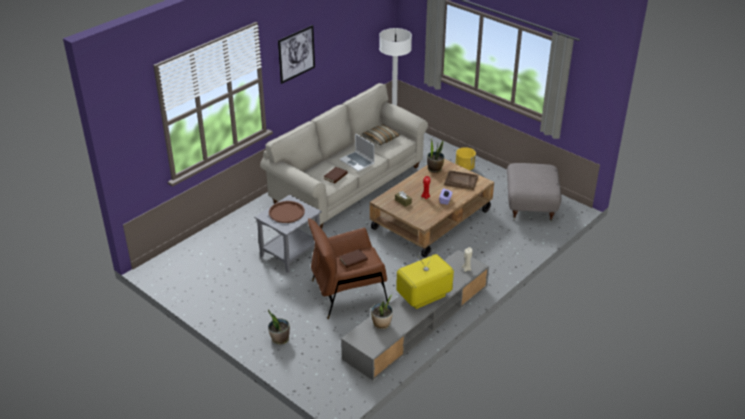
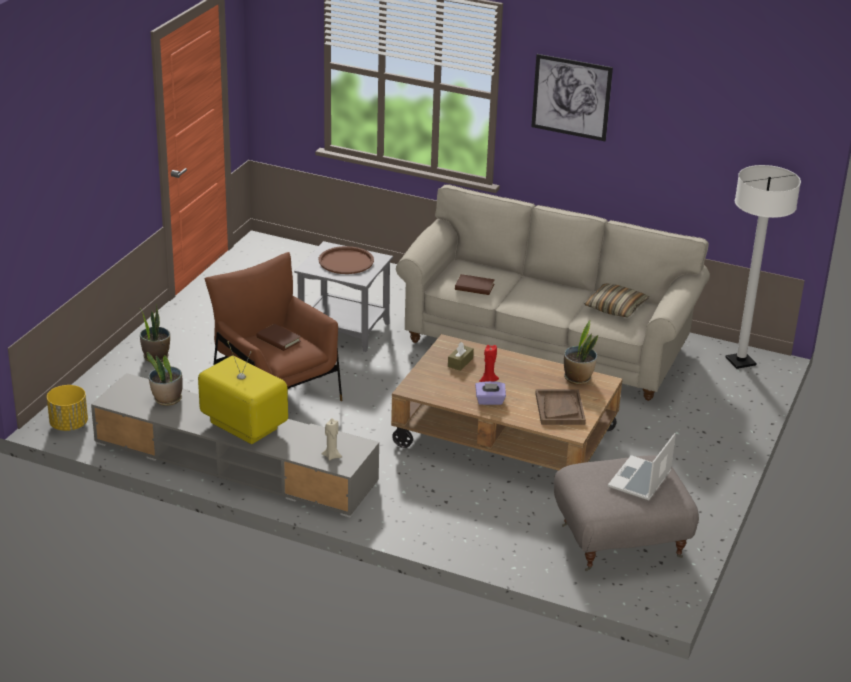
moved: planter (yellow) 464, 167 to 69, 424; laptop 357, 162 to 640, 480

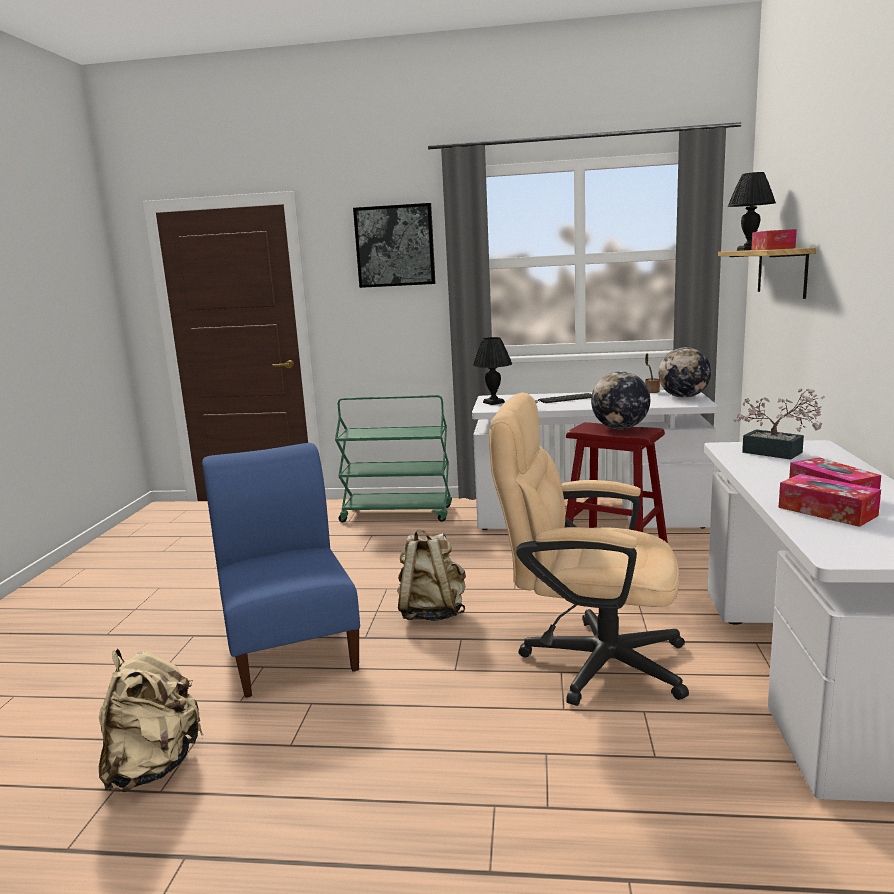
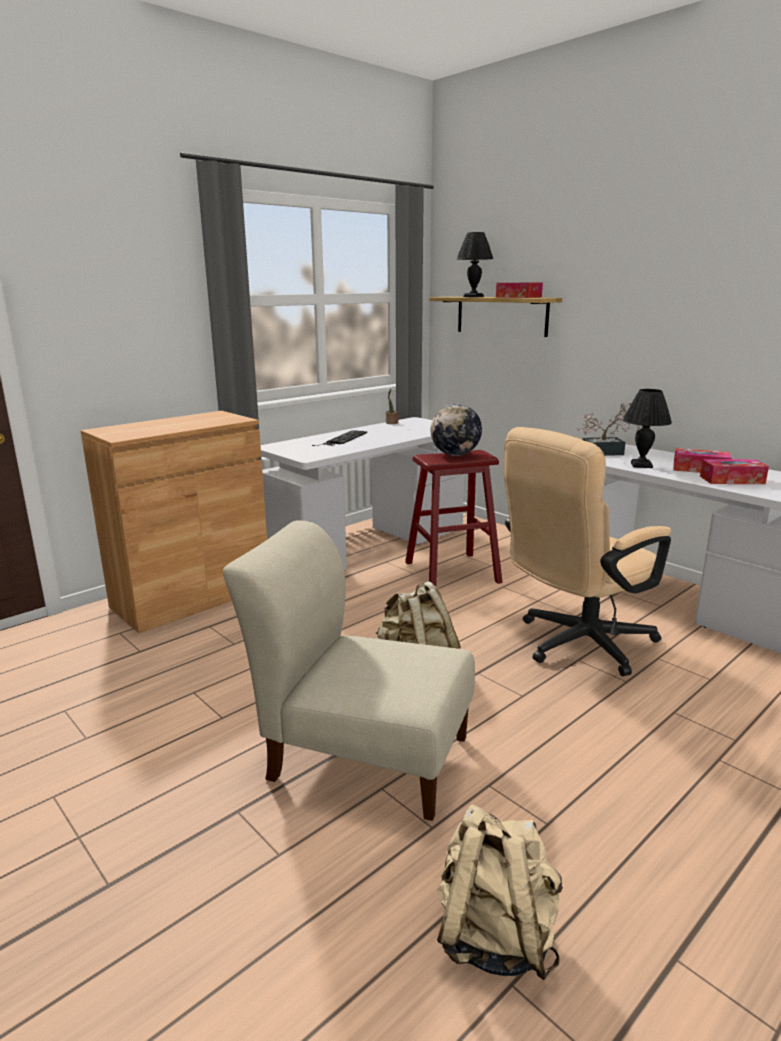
removed: picture 395, 246; globe 683, 397
moved: table lamp (black) 493, 403 to 642, 465
replaced: cart (green) 398, 514 to cabinet (brown) 192, 597
recoloured: chair (blue) 291, 644 to chair (beige) 361, 755

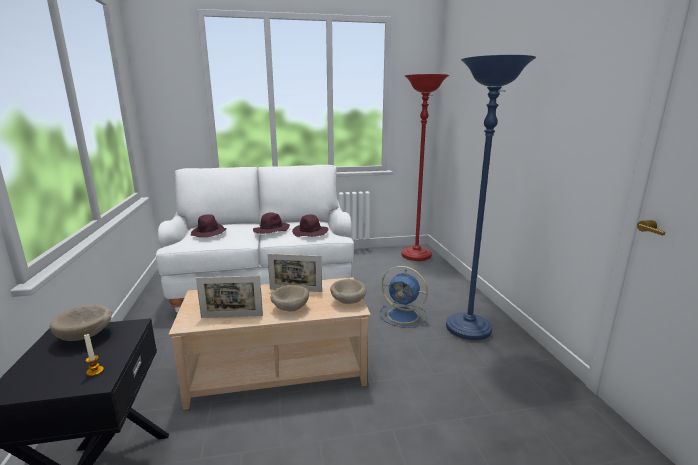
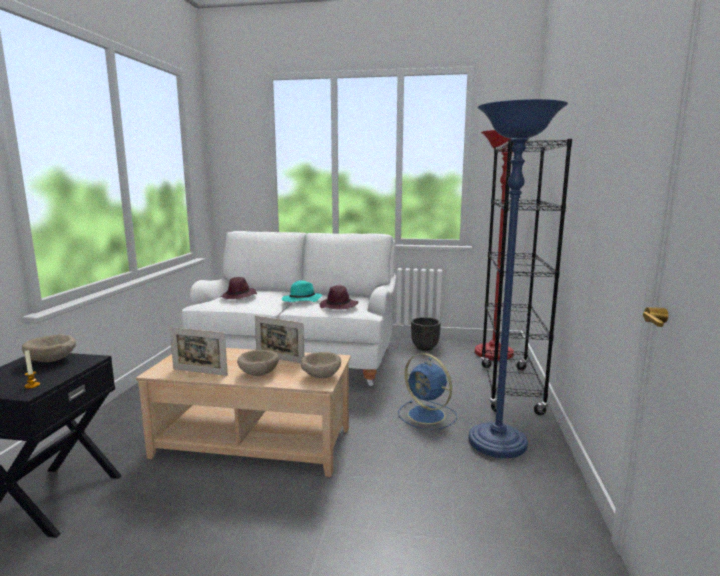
added: planter (black) 425, 348; bookcase (black) 510, 389
recoloured: hat (purple) 271, 231 to hat (turquoise) 301, 300

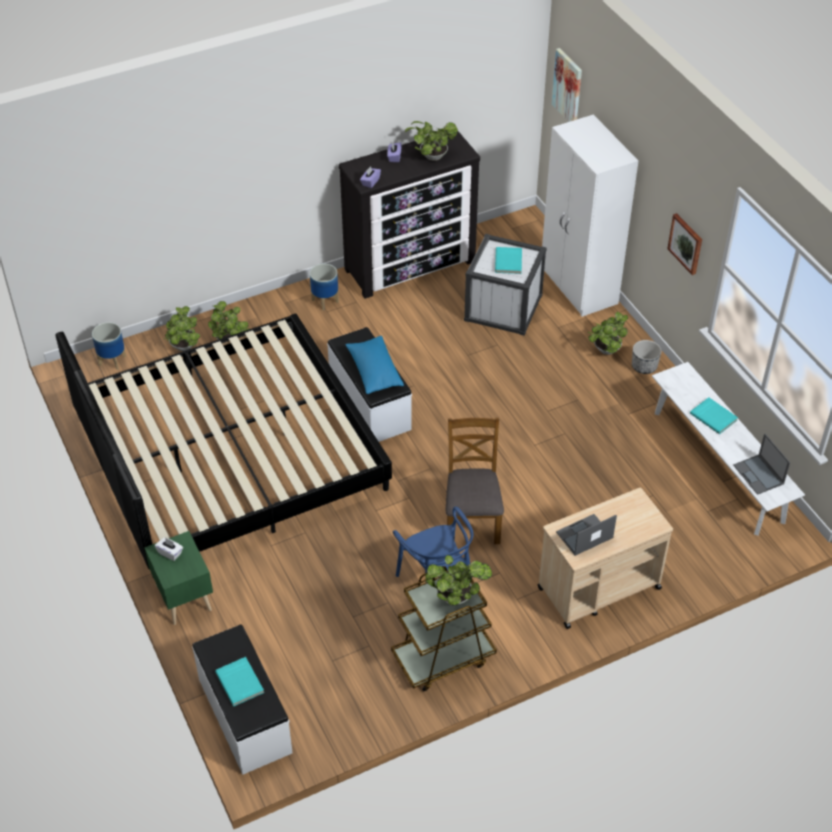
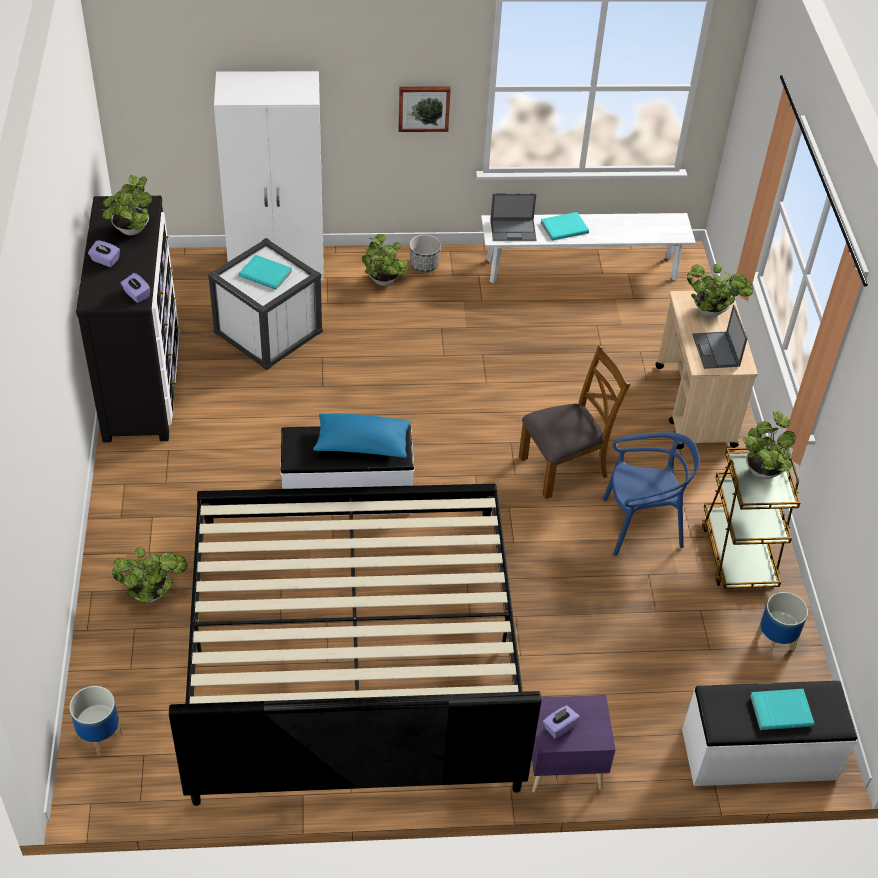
removed: picture 568, 87
moved: laptop 759, 475 to 513, 230; potted plant 183, 348 to 712, 312; planter 324, 301 to 775, 642
recoloured: nightstand (green) 184, 597 to nightstand (purple) 562, 766; tissue box (white) 170, 553 to tissue box (purple) 559, 727
turned: chair (brown) 471, 519 = 564, 467 135 degrees clockwise

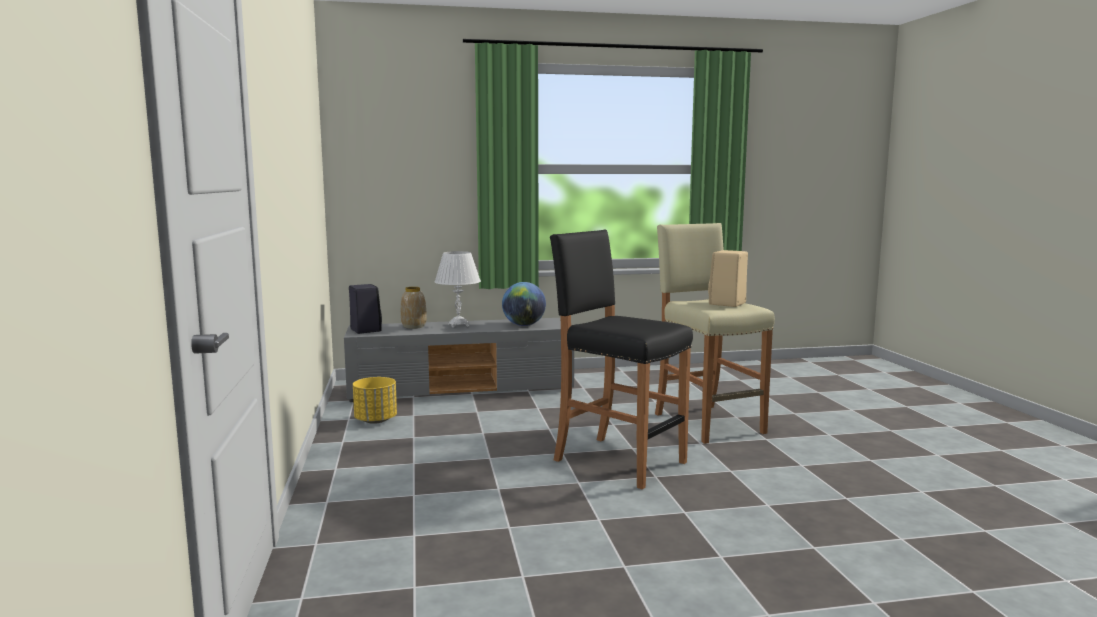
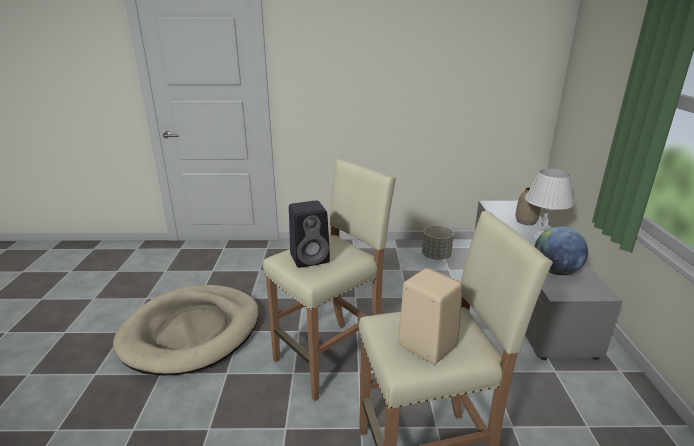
added: dog bed (beige) 192, 332
moved: speaker (black) 365, 330 to 311, 258
recoloured: stool (black) 618, 461 to stool (beige) 331, 357; planter (yellow) 376, 420 to planter (grey) 436, 256

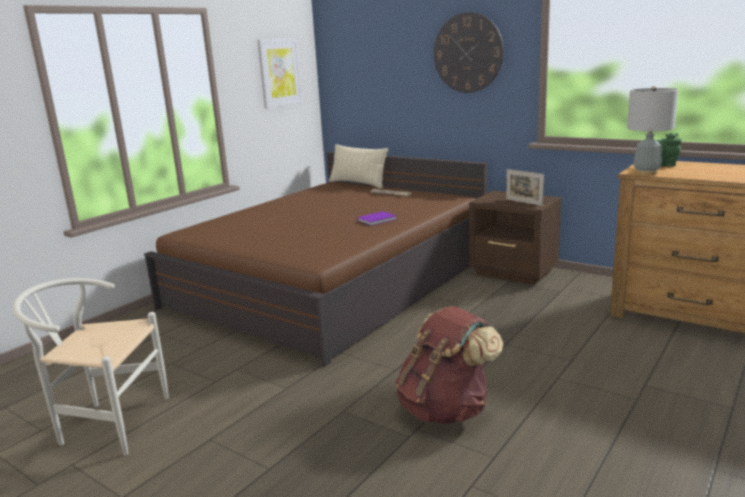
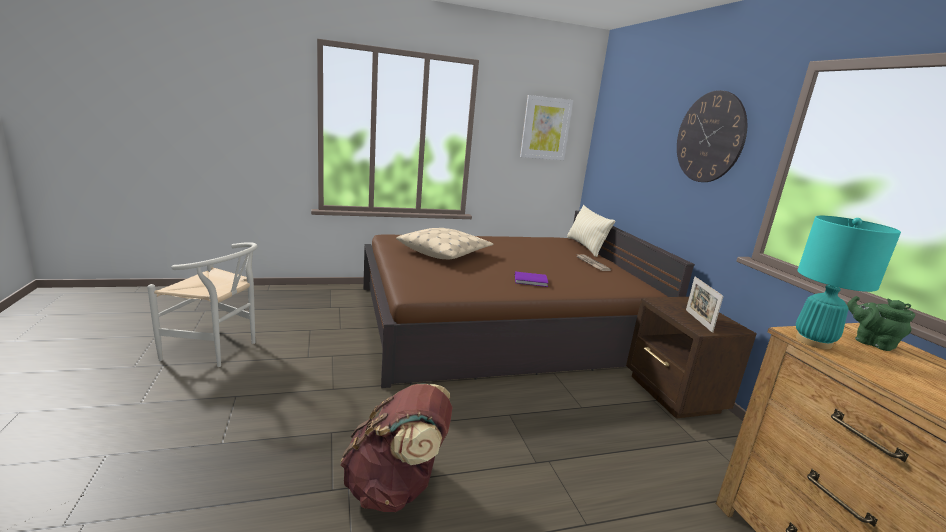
added: pillow (beige) 444, 252
recoloured: table lamp (grey) 646, 173 to table lamp (turquoise) 813, 341
turned: chair (white) 106, 423 = 218, 349 150 degrees clockwise

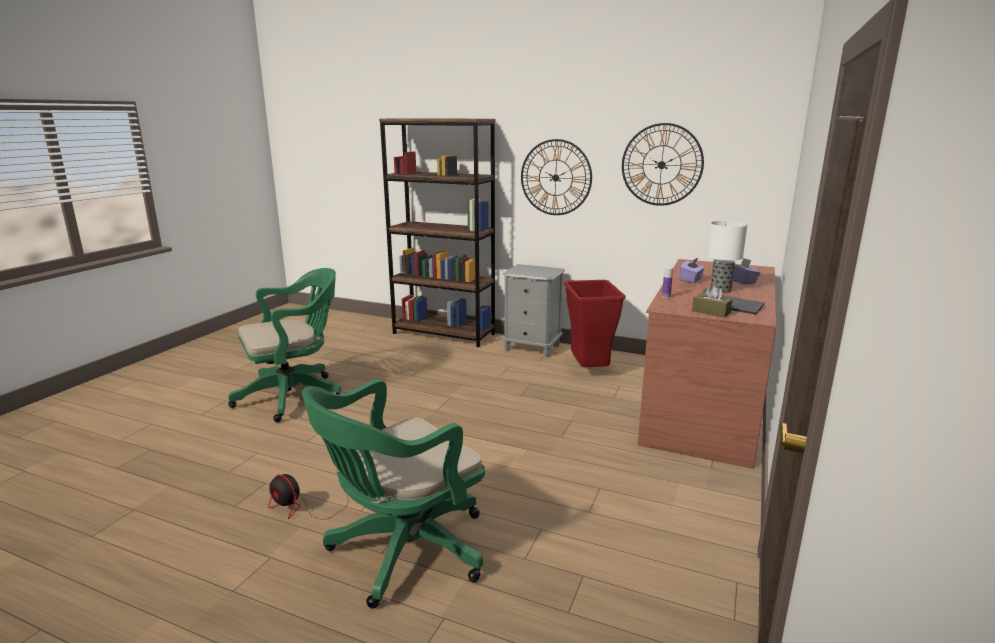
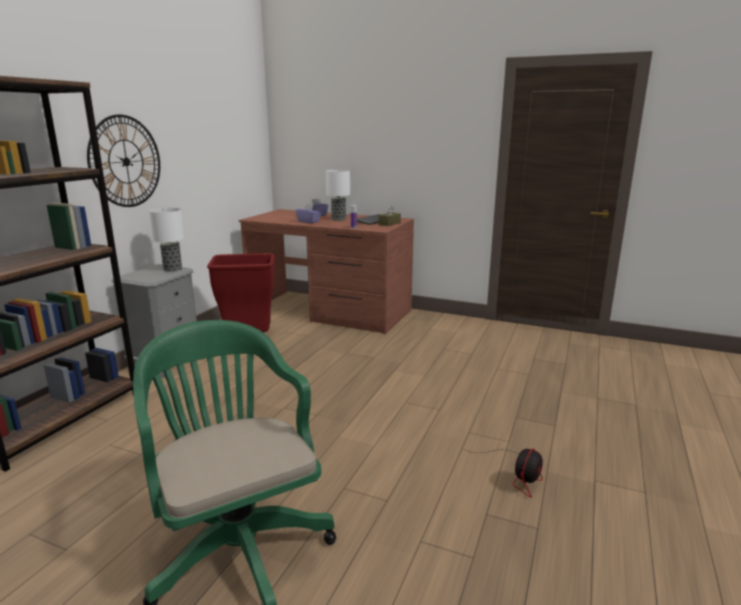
removed: office chair (green) 402, 552; wall clock 661, 165
added: table lamp 173, 269

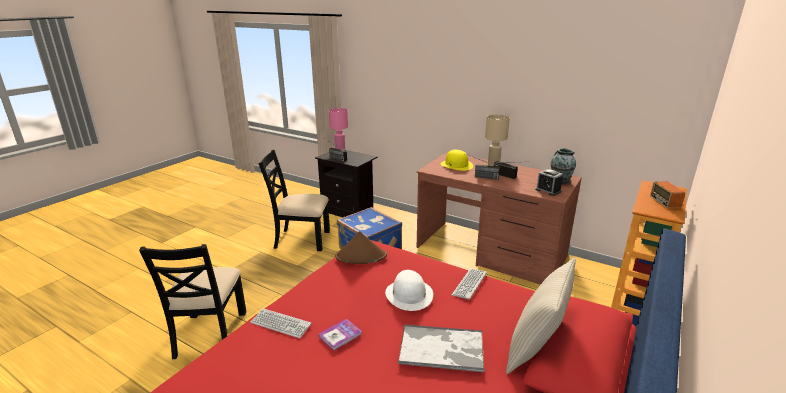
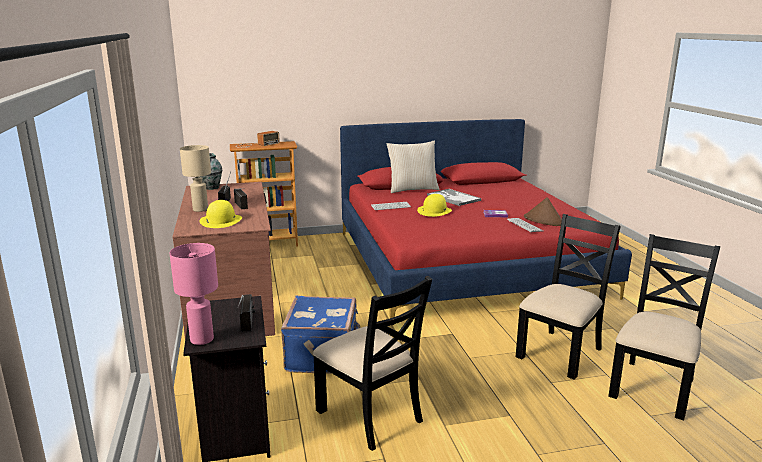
removed: alarm clock 548, 190
added: chair (black) 653, 387
moved: hat (brown) 361, 256 to 544, 220
recoloured: hat (white) 409, 294 to hat (yellow) 434, 211

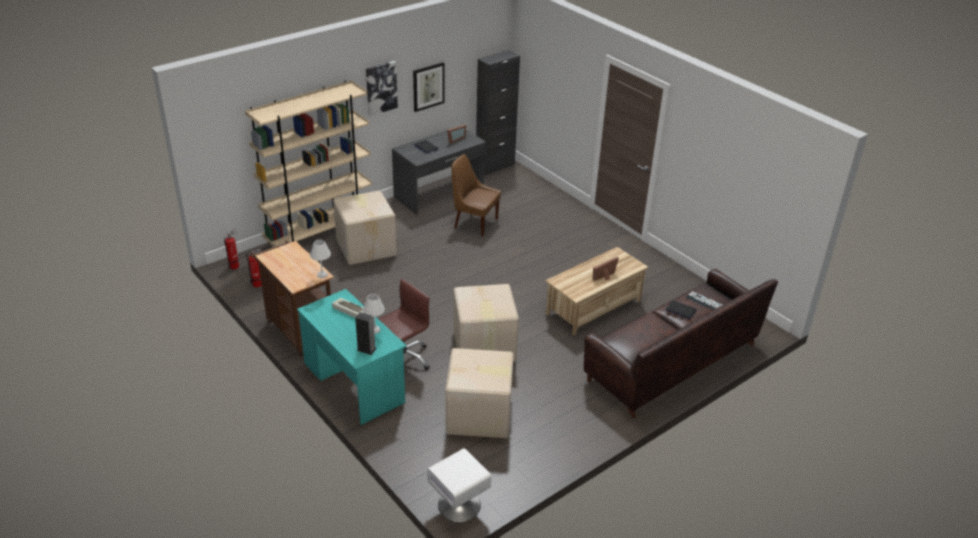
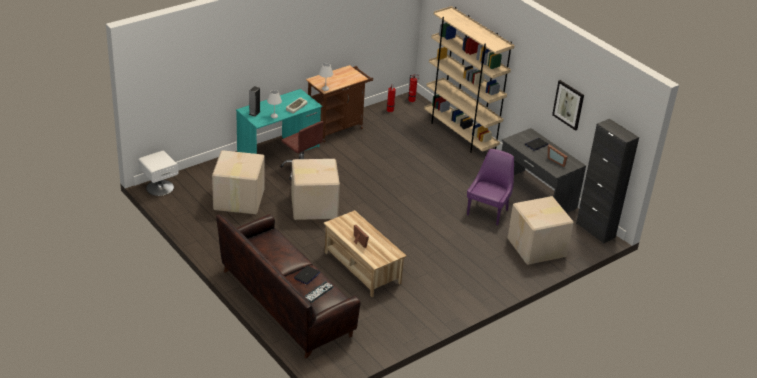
removed: picture 381, 88
moved: cardboard box 366, 247 to 537, 248
recoloured: chair (brown) 474, 223 to chair (purple) 488, 211

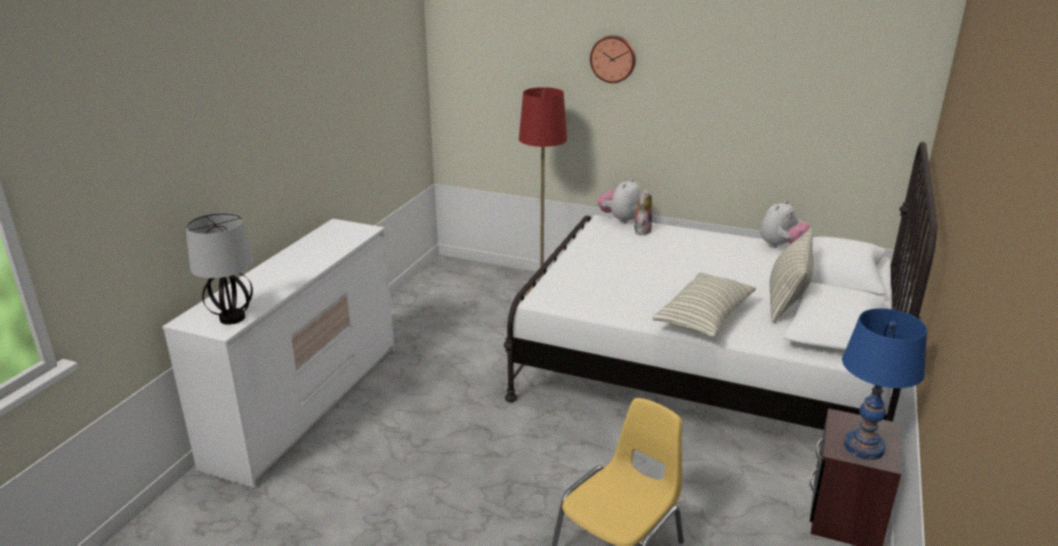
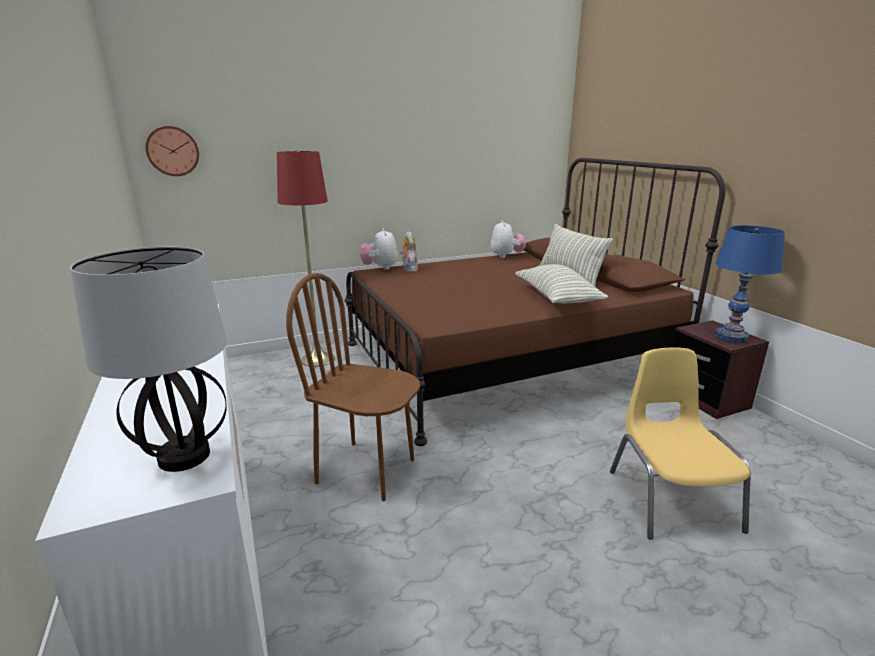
added: chair (brown) 366, 470
moved: wall clock 613, 58 to 173, 151
recoloured: bed (white) 704, 369 to bed (brown) 507, 360

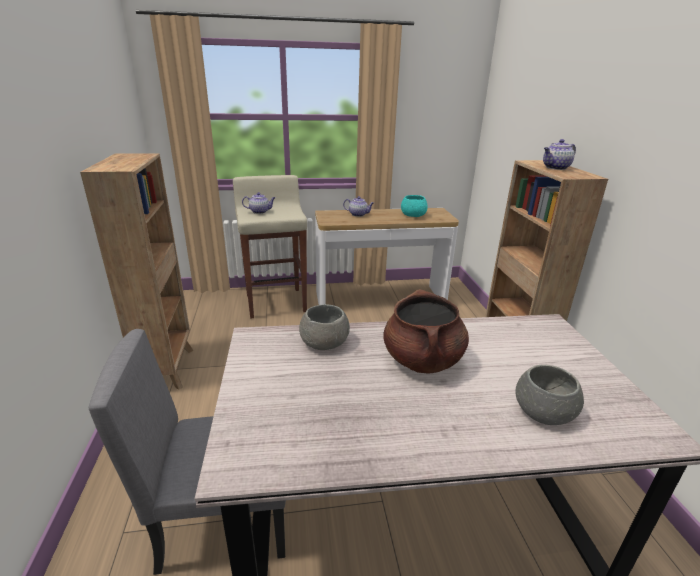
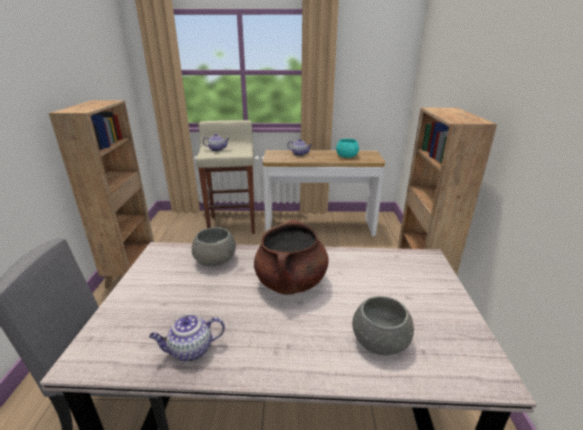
moved: teapot 555, 168 to 190, 350

